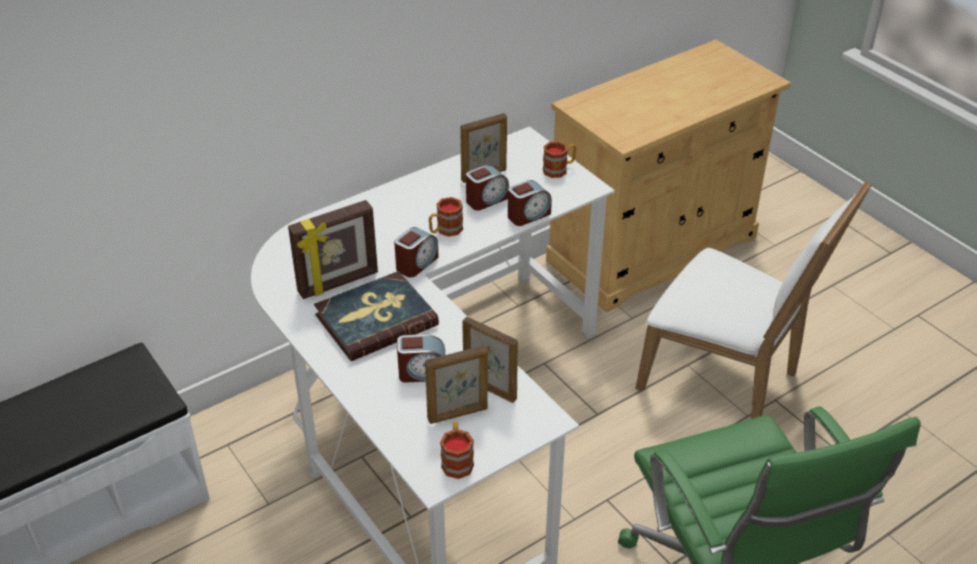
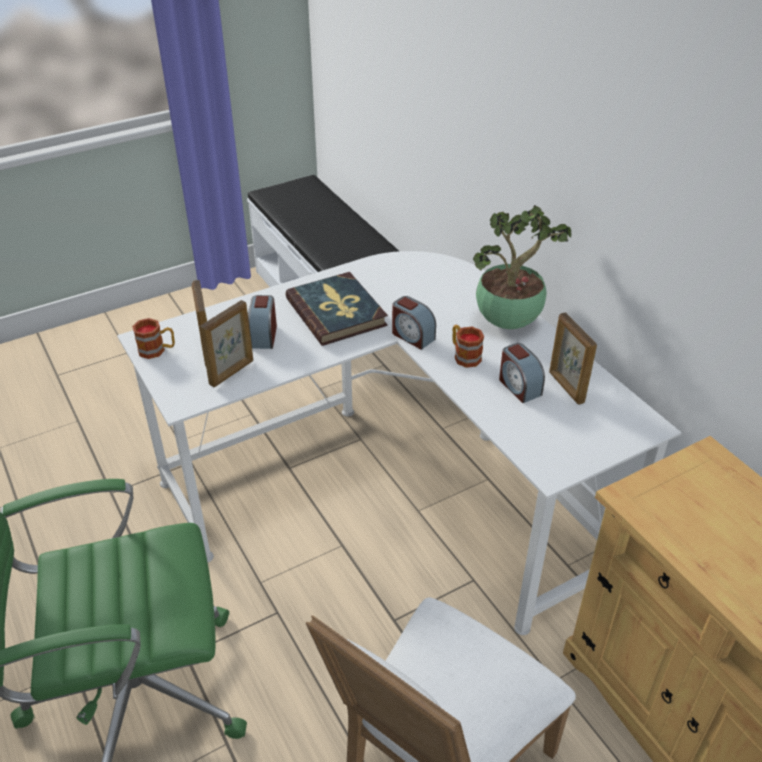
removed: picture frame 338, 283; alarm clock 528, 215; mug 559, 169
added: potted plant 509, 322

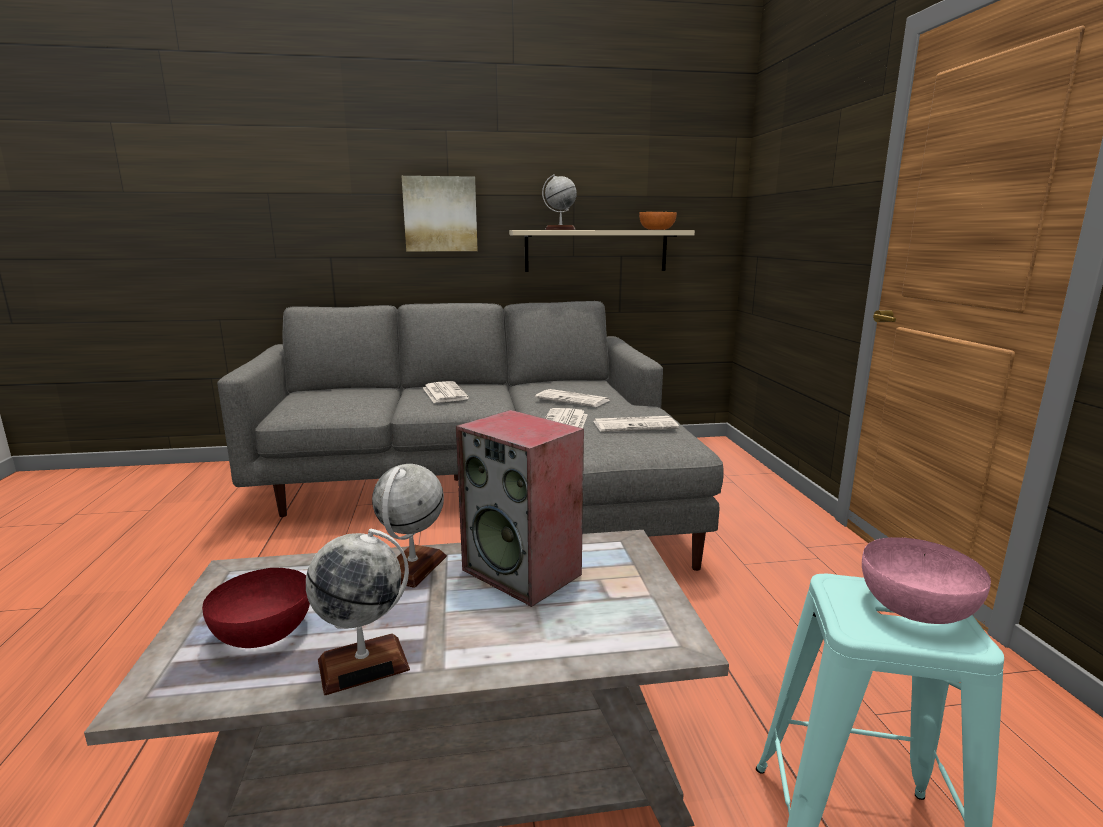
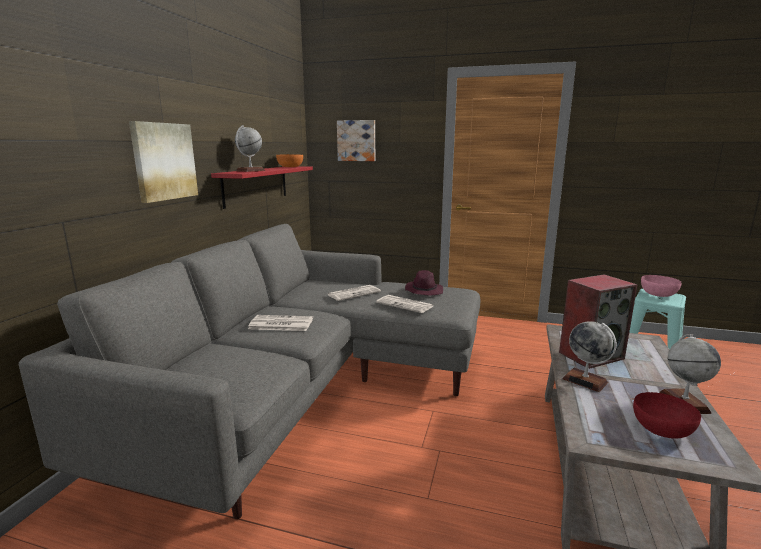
added: picture 356, 140
replaced: newspaper 635, 425 to hat (purple) 423, 291
recoloured: shelf (beige) 596, 251 to shelf (red) 256, 185

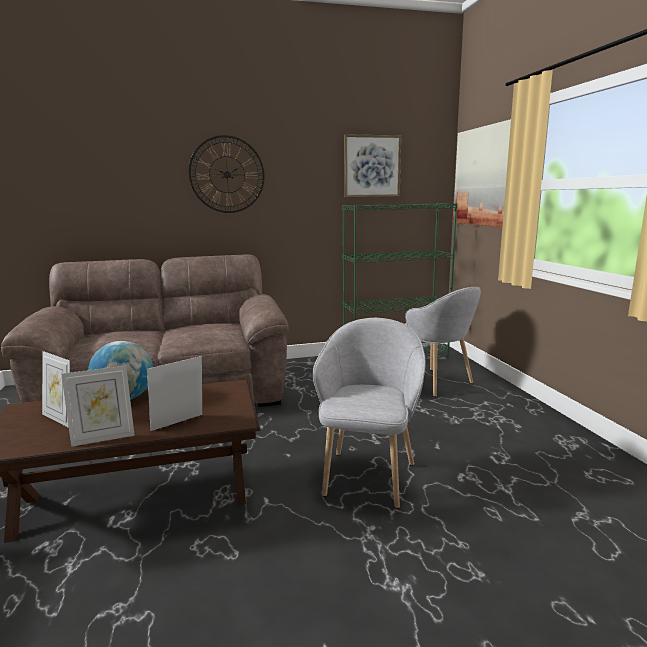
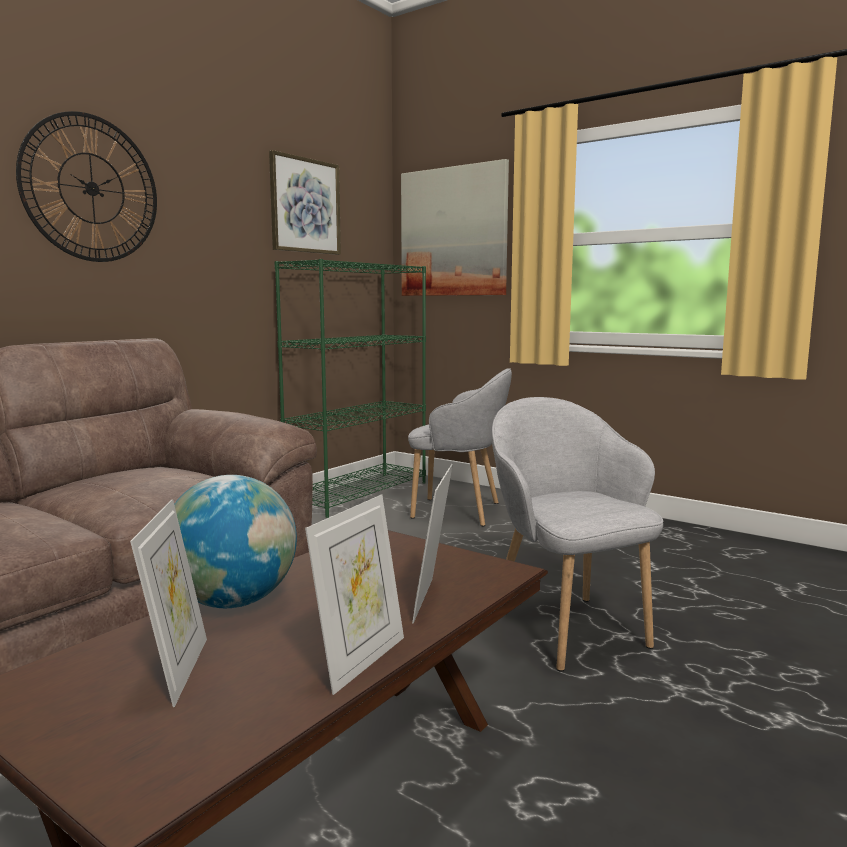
turned: picture frame 60, 418 = 178, 670 90 degrees counterclockwise

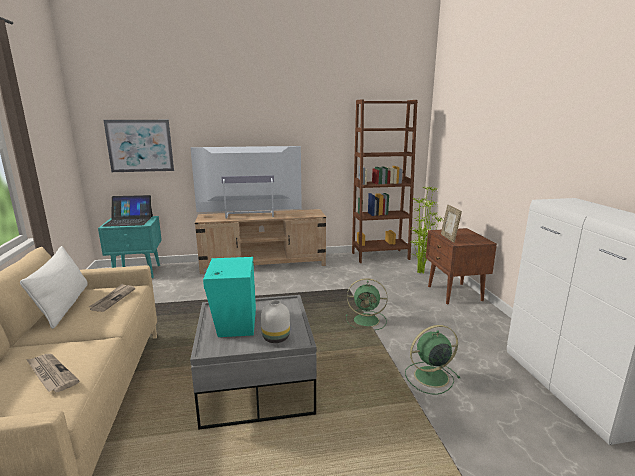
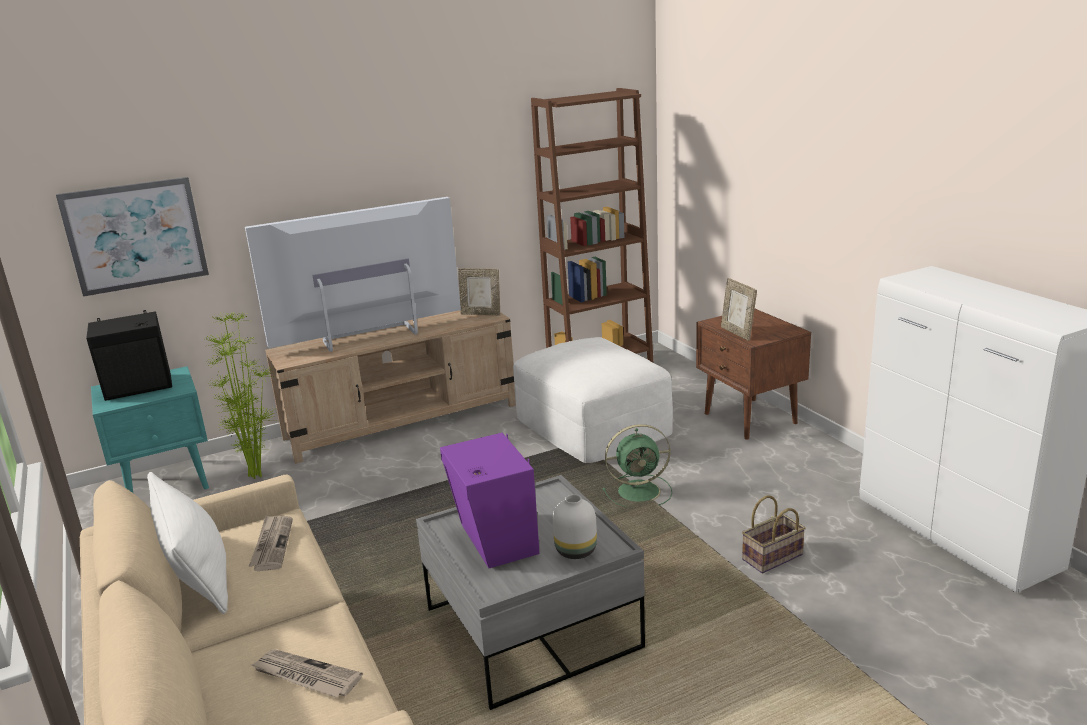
added: picture frame 481, 313; ottoman (white) 593, 425
moved: potted plant 421, 272 to 257, 475
replaced: laptop 129, 221 to speaker (black) 140, 388; fan (green) 429, 377 to basket 772, 558
recoloured: speaker (turquoise) 234, 323 to speaker (purple) 495, 541

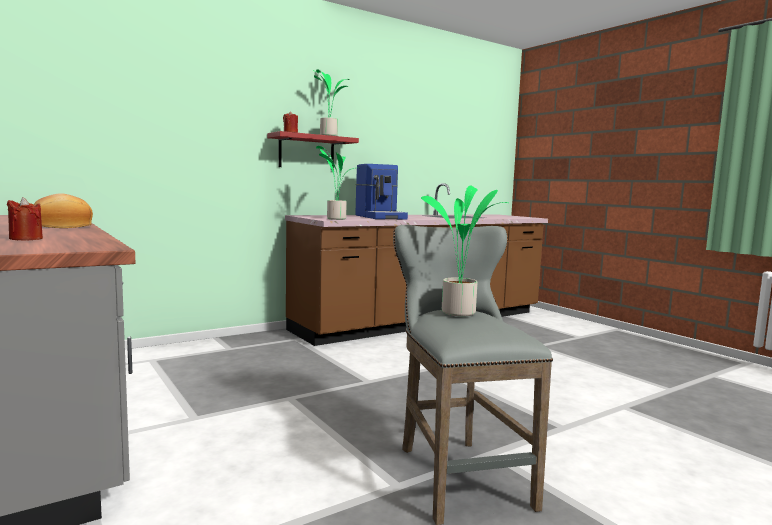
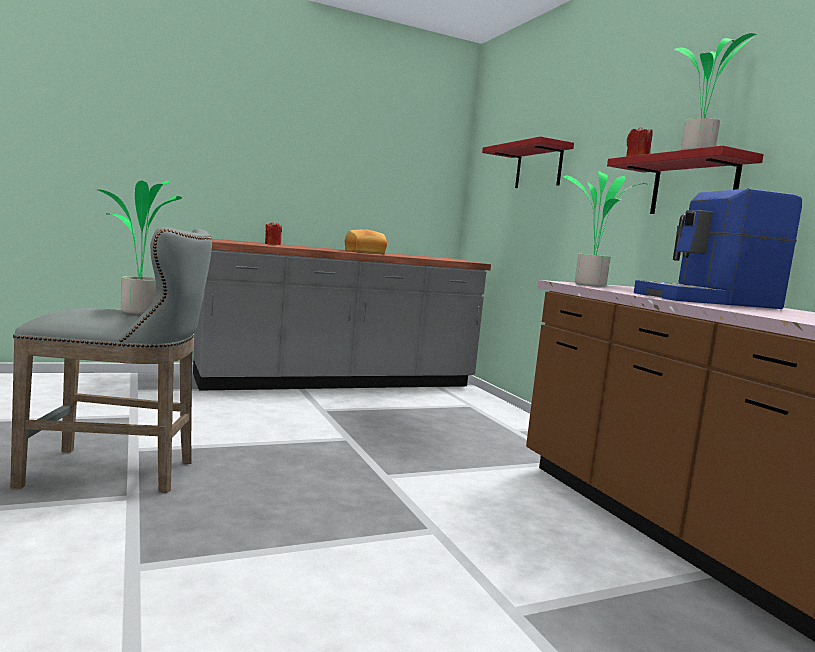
added: shelf (red) 538, 167

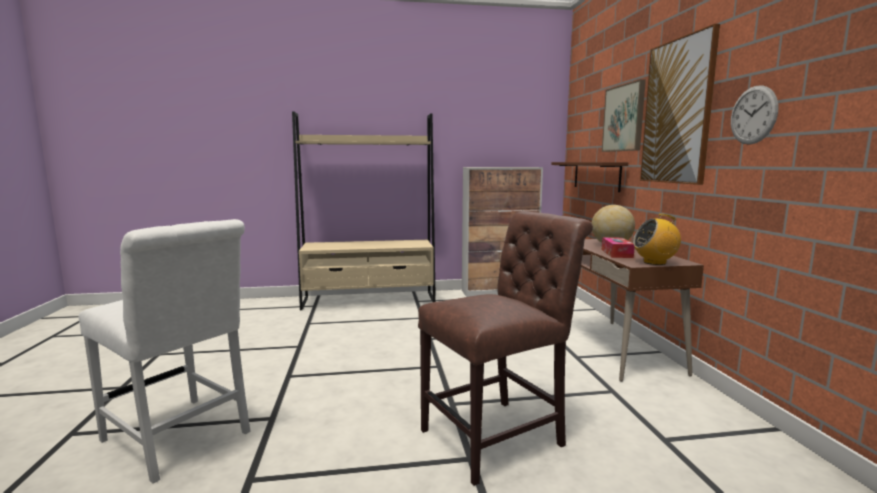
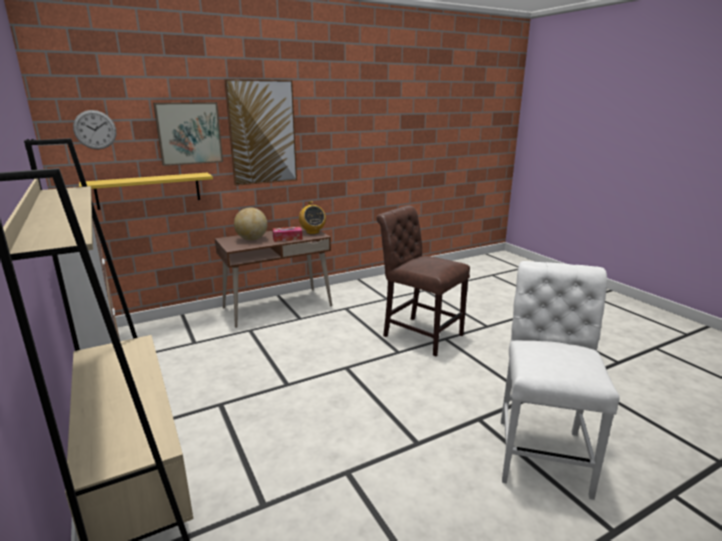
moved: wall clock 753, 115 to 95, 129
recoloured: shelf (brown) 596, 175 to shelf (yellow) 149, 190

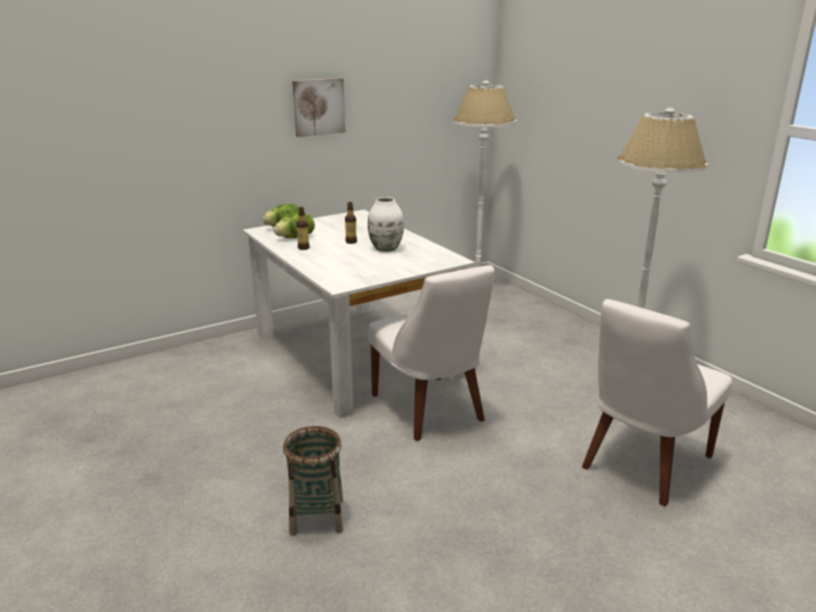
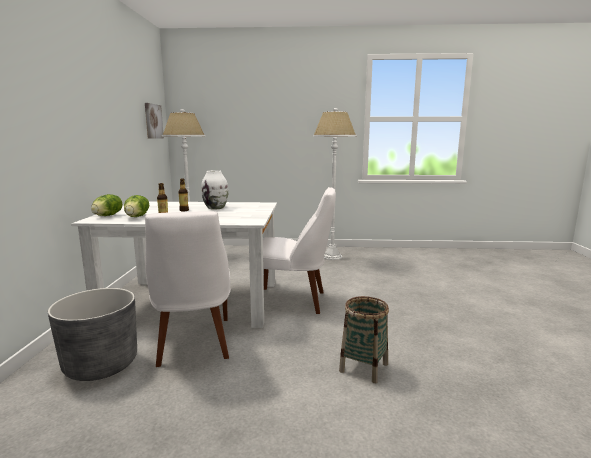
added: planter (grey) 101, 364
moved: picture 318, 107 to 153, 121; chair (white) 643, 464 to 194, 343

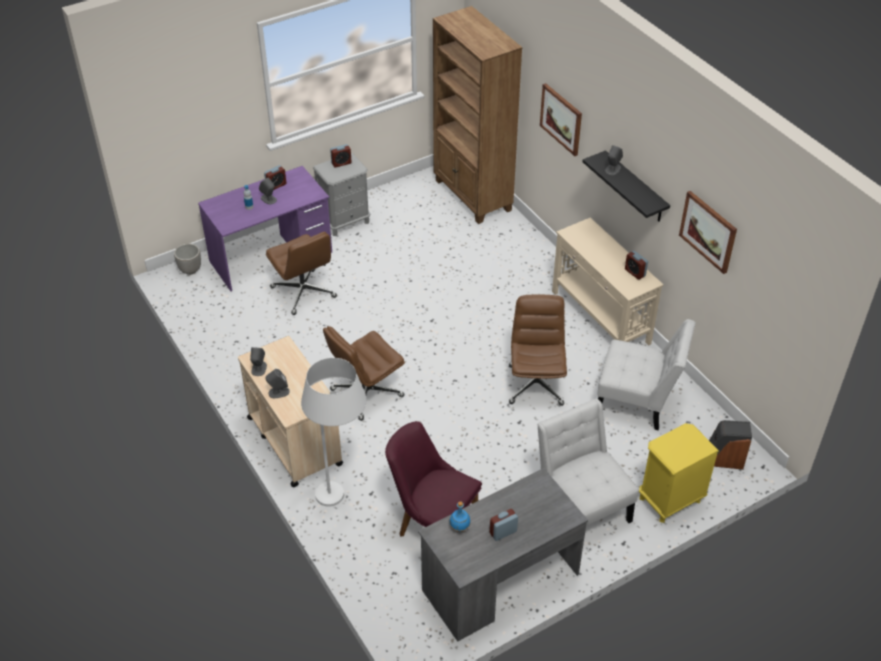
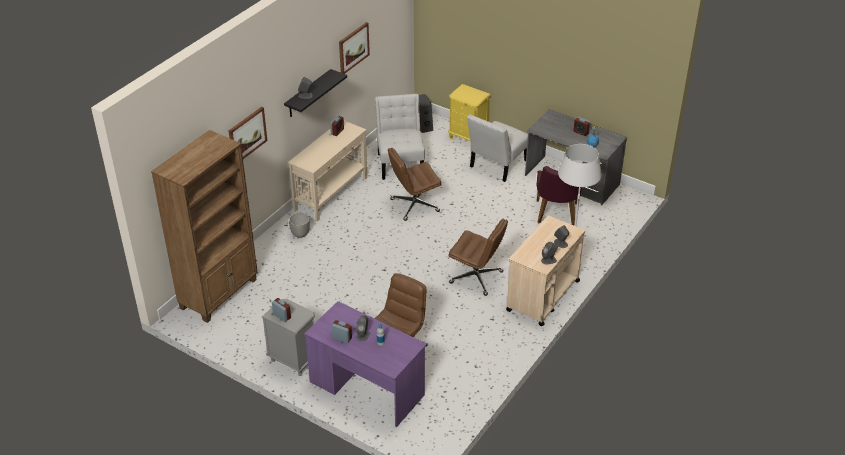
moved: planter 190, 270 to 300, 234

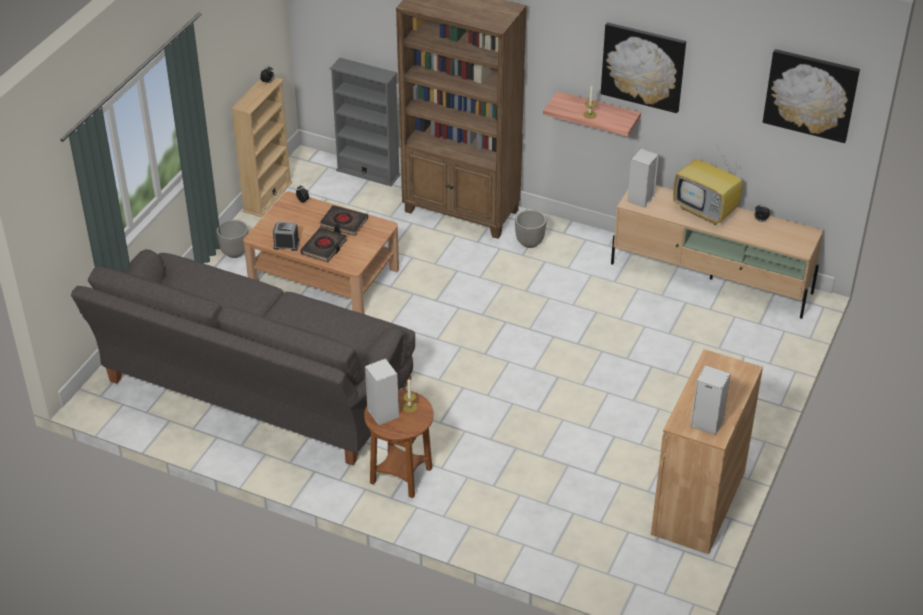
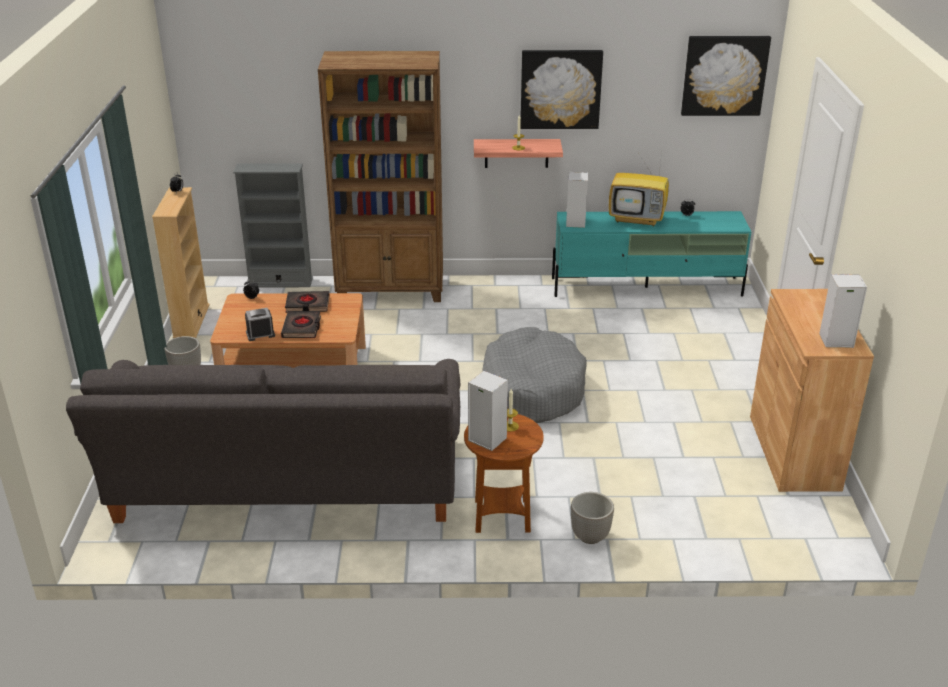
added: dog bed (grey) 532, 389
moved: planter 529, 243 to 590, 537
recoloured: tv stand (beige) 712, 279 to tv stand (turquoise) 647, 287

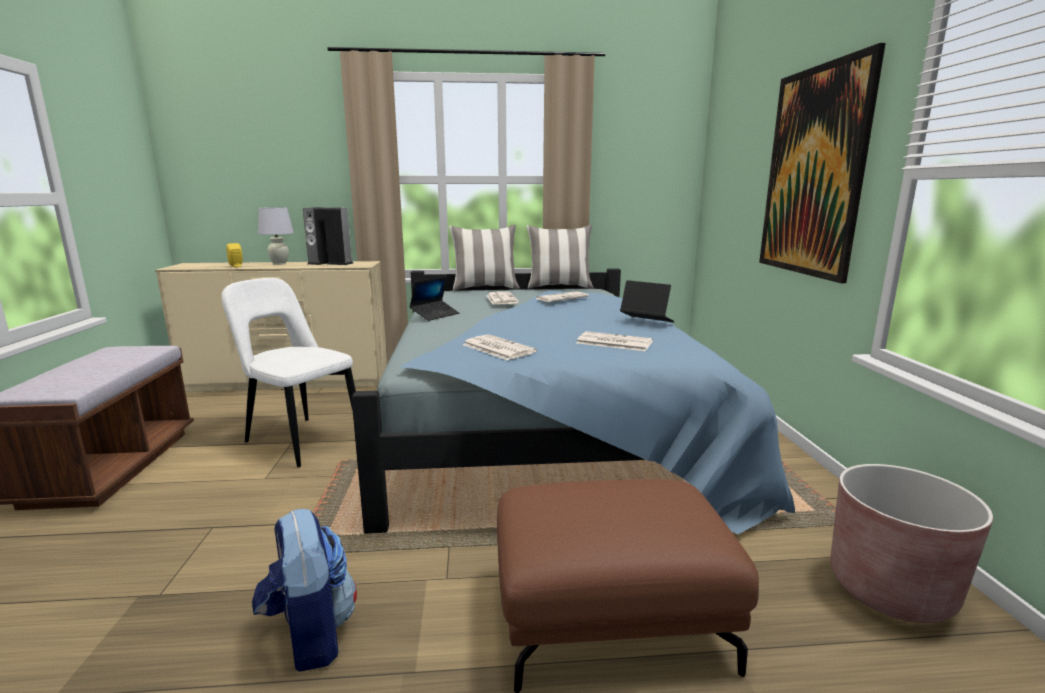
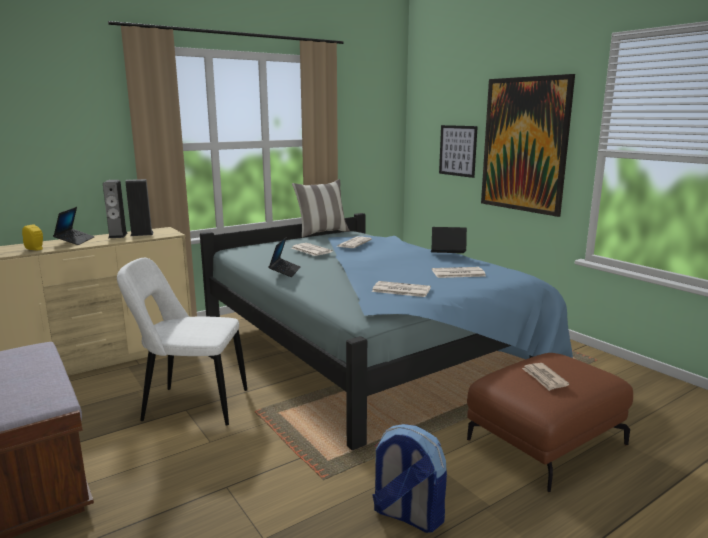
removed: pillow 485, 288; planter (brown) 890, 589
added: picture 457, 150; newspaper 544, 378
replaced: table lamp (white) 279, 263 to laptop 75, 241

